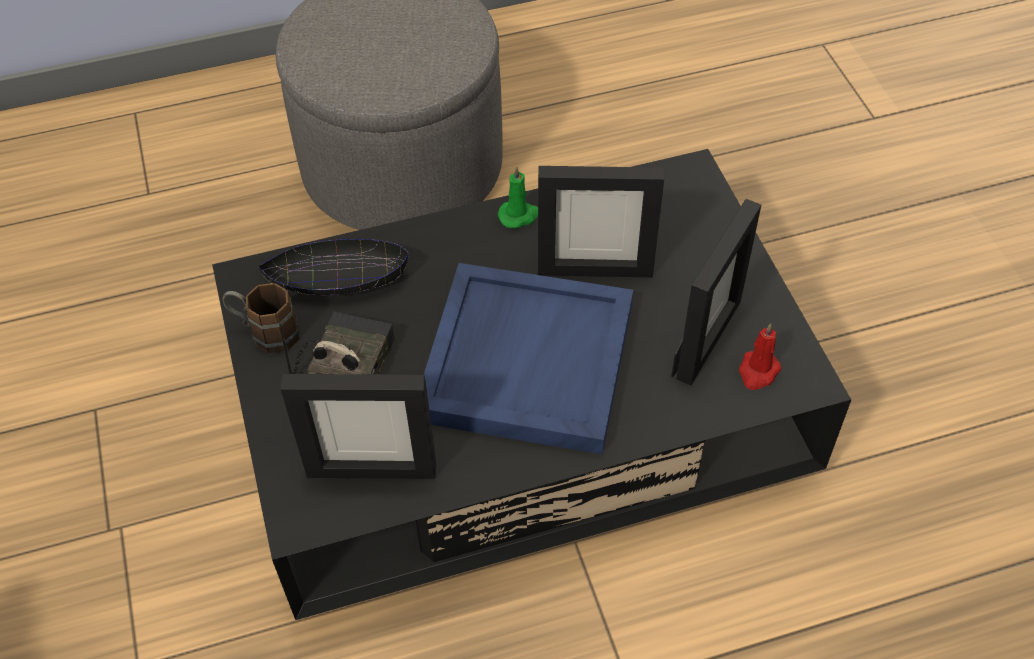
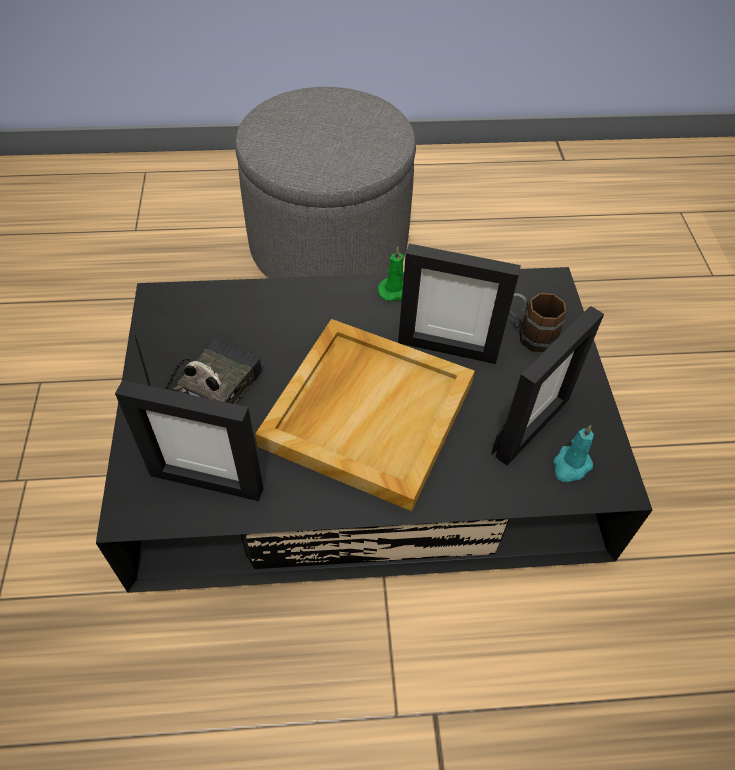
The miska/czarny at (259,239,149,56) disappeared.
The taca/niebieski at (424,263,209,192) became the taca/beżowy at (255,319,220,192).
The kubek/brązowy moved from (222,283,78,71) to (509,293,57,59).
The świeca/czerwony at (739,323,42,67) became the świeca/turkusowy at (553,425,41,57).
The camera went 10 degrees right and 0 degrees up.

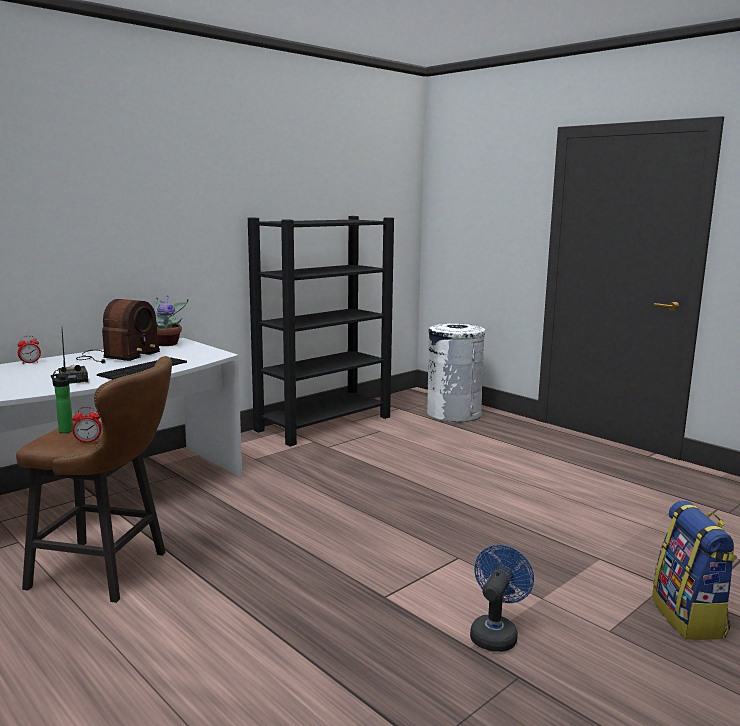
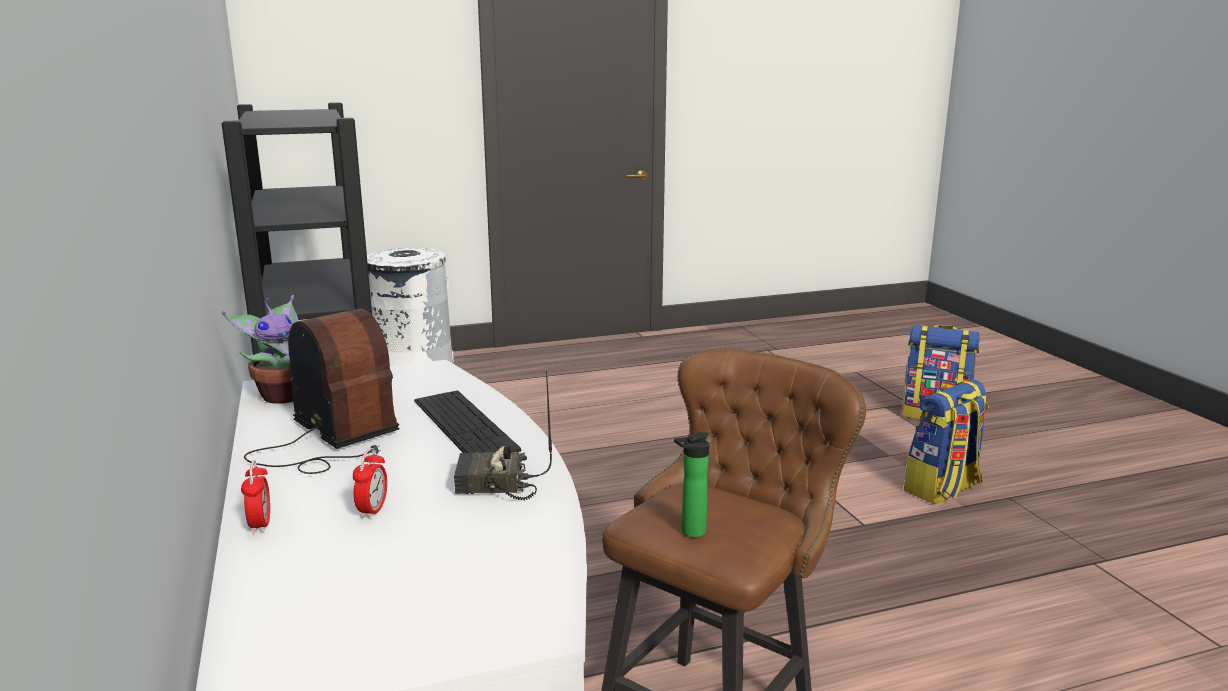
The budzik moved from (72,407,30,36) to (353,448,34,71).
The wentylator/niebieski at (470,545,64,107) was replaced by the plecak at (904,379,85,125).
The camera went 65 degrees left and 5 degrees up.

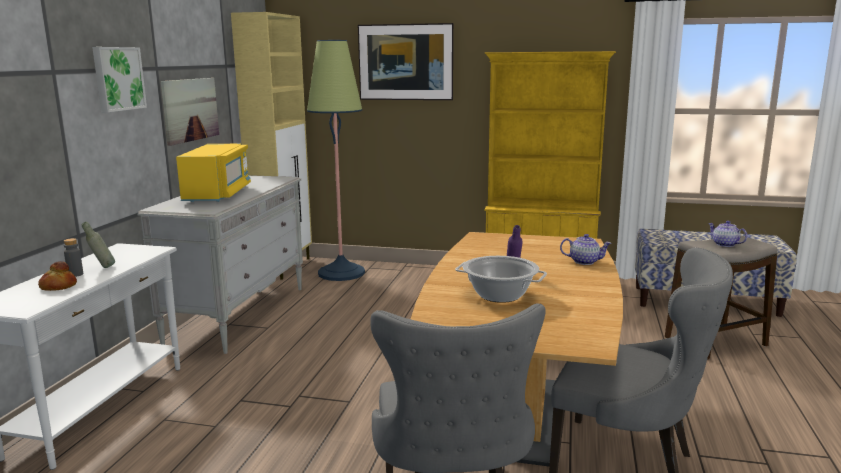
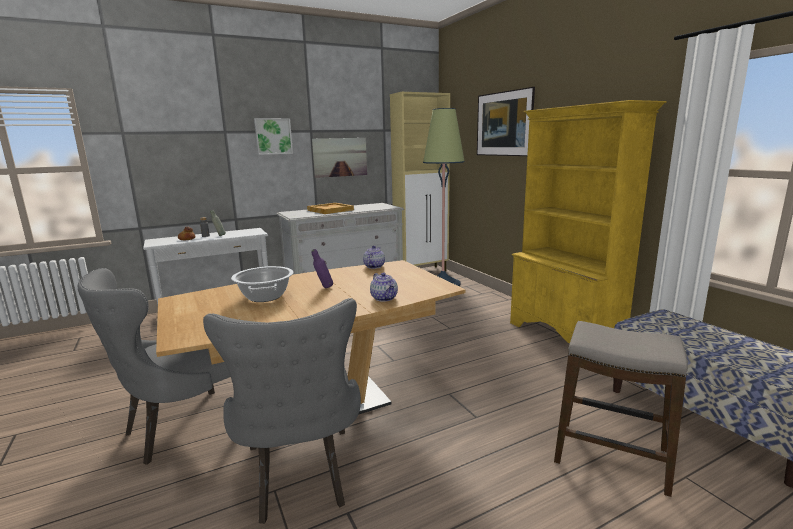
The mikrofalówka/żółty at (176,144,75,58) was replaced by the taca/beżowy at (307,203,47,11).
The imbryk moved from (708,221,40,26) to (363,246,22,23).
The camera went 50 degrees right and 0 degrees up.

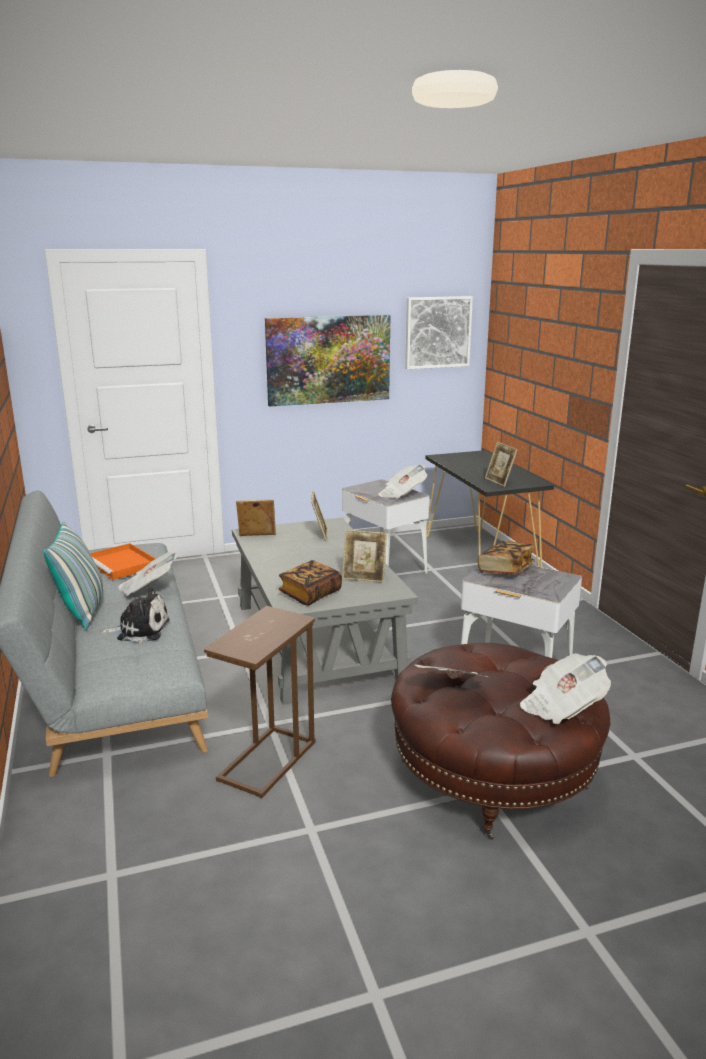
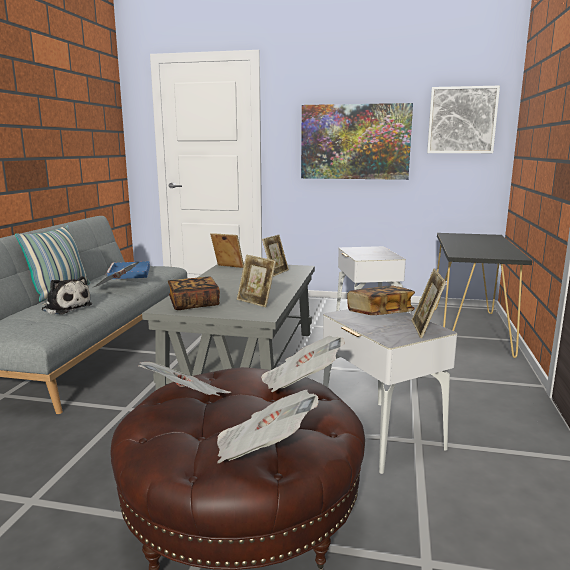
The ramka na zdjęcie moved from (485,442,33,45) to (412,269,34,69).
The gazeta moved from (378,464,49,35) to (261,336,84,56).
The taca/pomarańczowy at (90,543,66,37) became the taca/niebieski at (105,261,45,18).
The stolik/brązowy at (204,606,111,192) disappeared.
The camera went 30 degrees right and 5 degrees down.

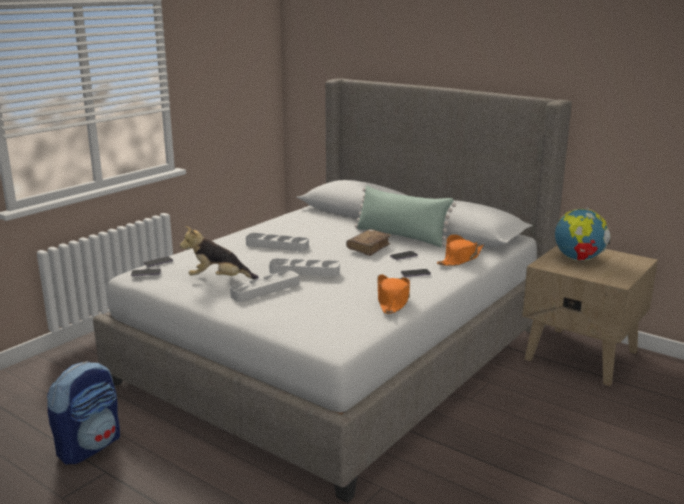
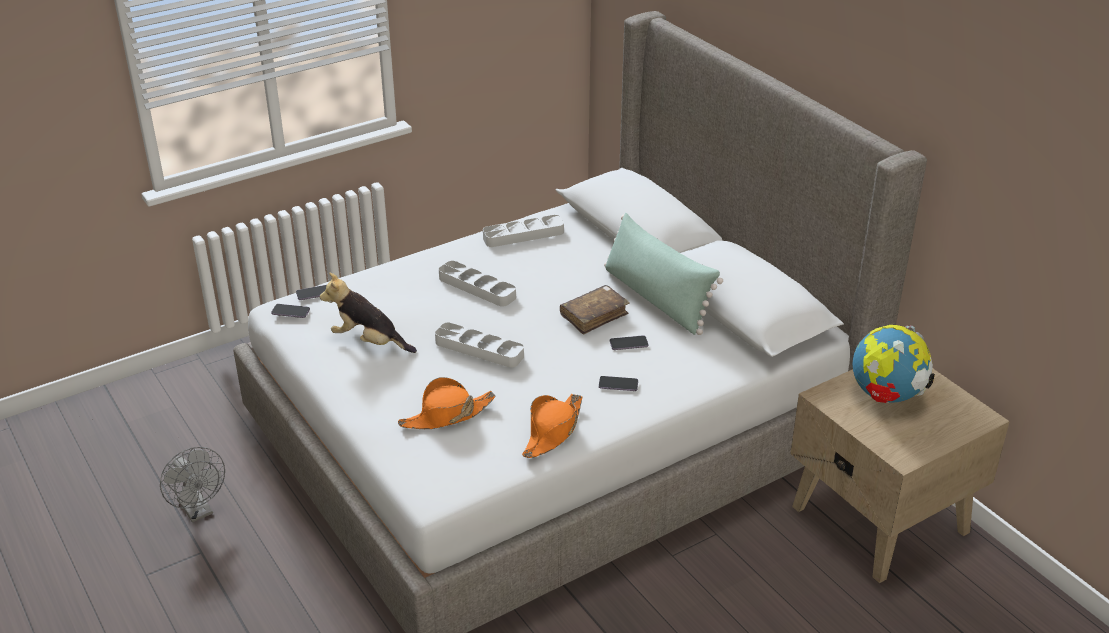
The kapelusz/pomarańczowy moved from (437,234,47,32) to (398,377,97,52).
The taca/szary moved from (230,270,69,32) to (483,215,81,32).
The plecak at (47,361,73,103) was replaced by the wentylator/szary at (160,447,65,75).
The camera went 20 degrees right and 15 degrees up.

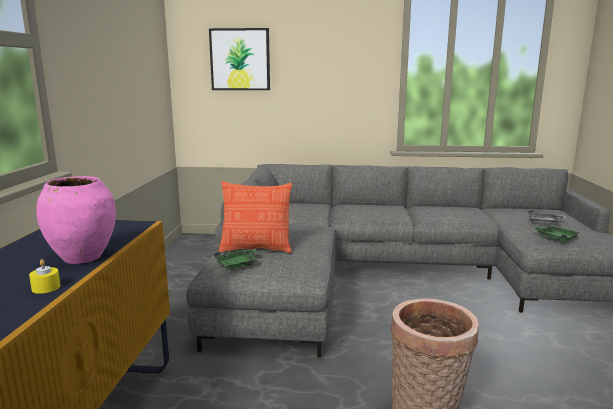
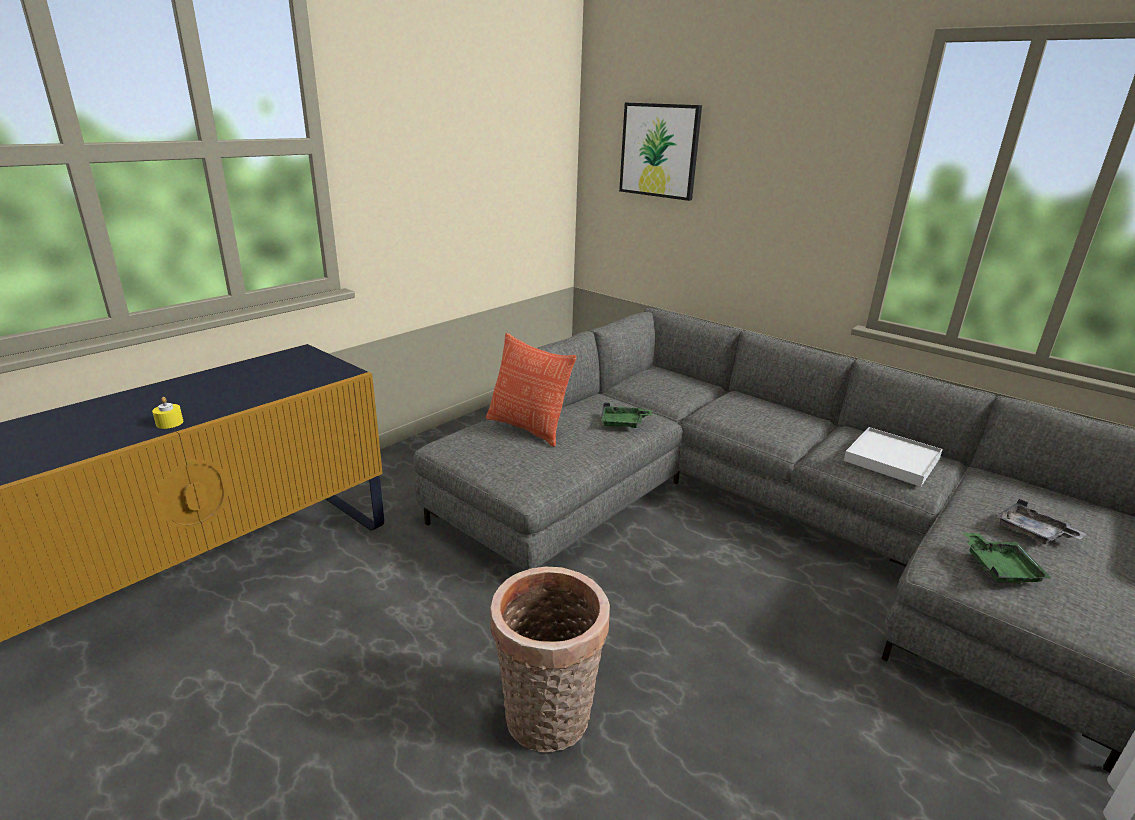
The wazon/różowy at (36,176,80,88) disappeared.
The taca/zielony moved from (214,249,44,21) to (601,403,51,25).
The taca/biały at (844,427,99,60) appeared.
The camera went 35 degrees right and 10 degrees up.

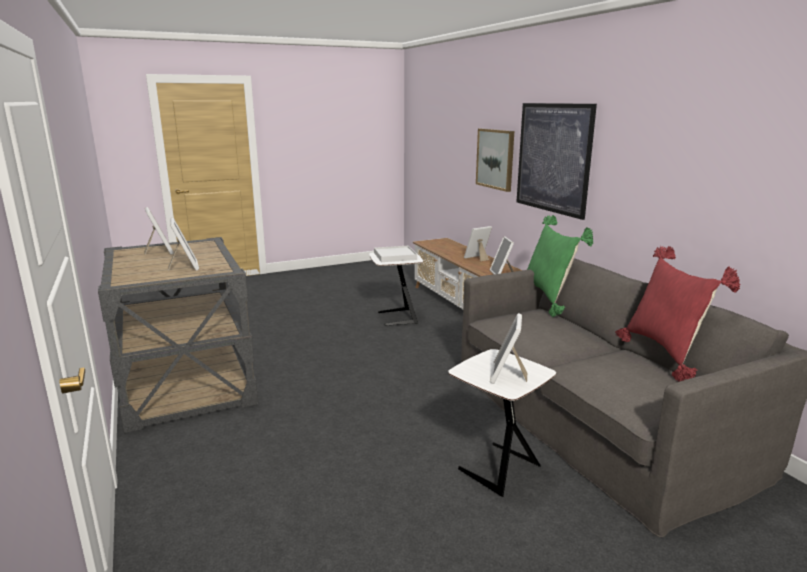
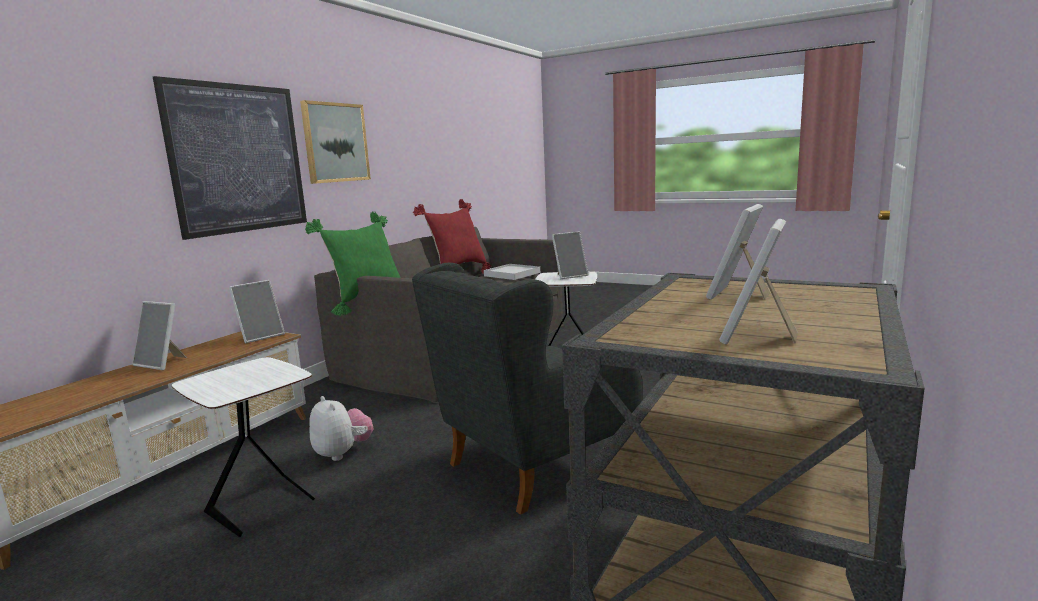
The obraz moved from (476,128,38,64) to (300,100,71,84).
The taca/biały moved from (374,246,43,16) to (484,264,56,16).
The fotel/szary at (412,263,231,252) appeared.
The pluszak at (309,396,65,65) appeared.
The camera went 125 degrees left and 5 degrees down.

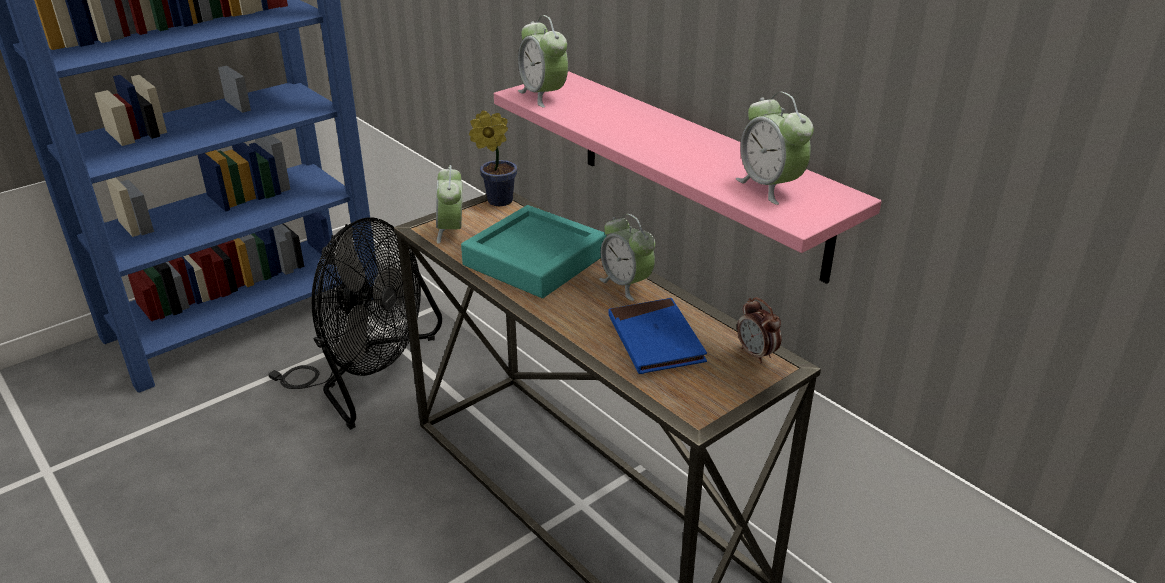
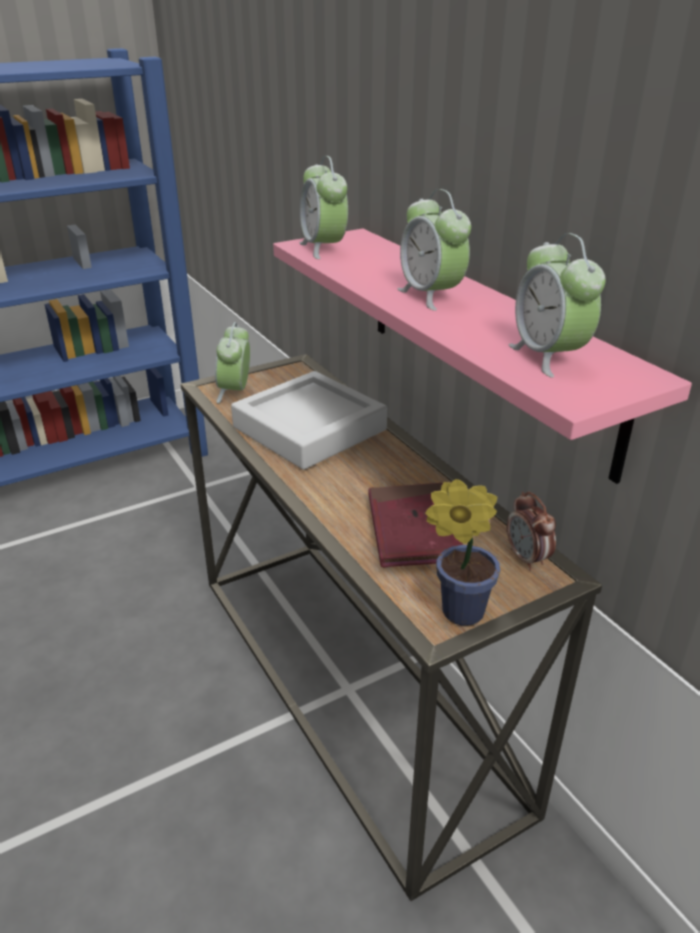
The roślina doniczkowa moved from (469,110,48,96) to (425,479,75,147).
The taca/turkusowy at (461,205,145,93) became the taca/szary at (231,371,156,99).
The budzik moved from (599,214,56,87) to (397,189,74,122).
The wentylator/czarny at (268,217,174,213) disappeared.
The książka/niebieski at (609,298,98,76) became the książka/czerwony at (368,483,95,85).
The camera went 10 degrees right and 0 degrees up.

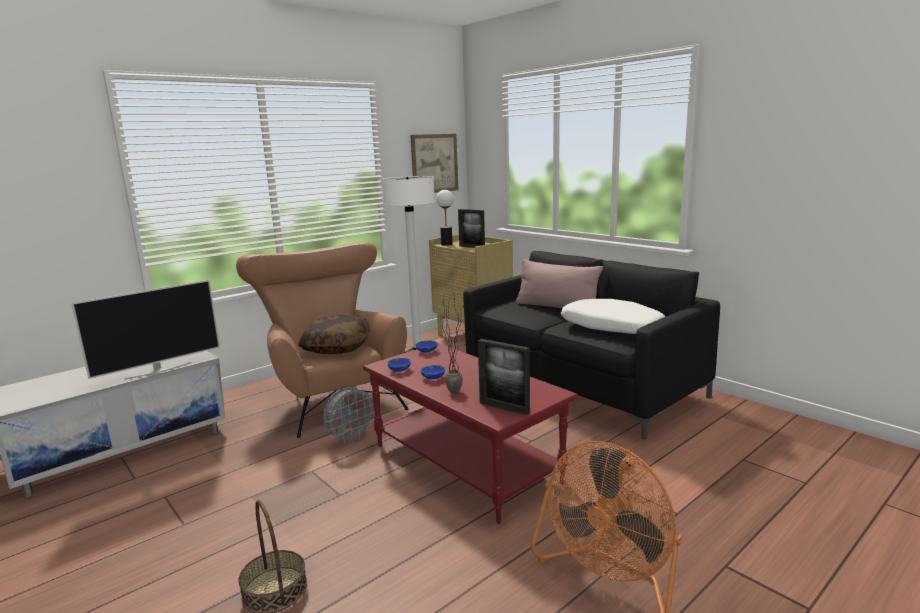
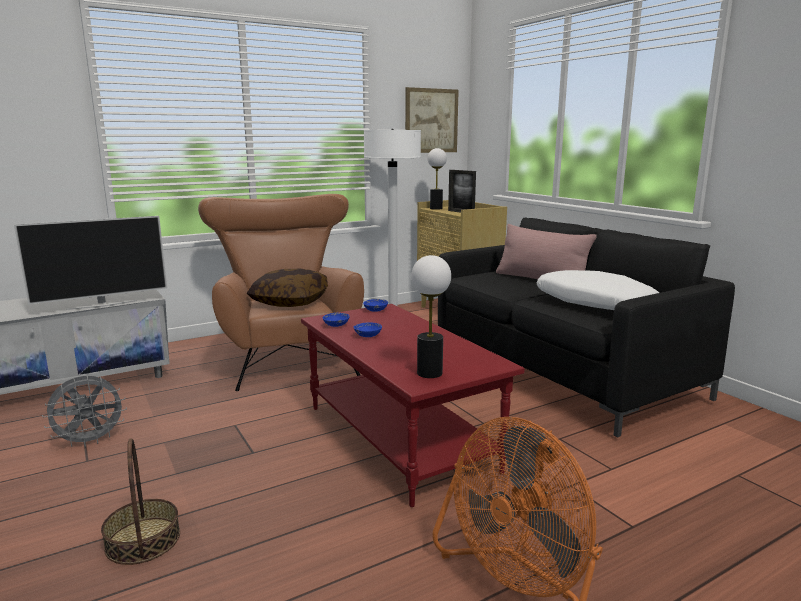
The roślina doniczkowa at (442,289,23,105) disappeared.
The ramka na zdjęcie at (478,339,52,76) was replaced by the lampa stołowa at (411,255,40,123).
The wentylator/szary moved from (323,387,51,57) to (42,376,85,71).
The camera went 10 degrees right and 0 degrees up.

